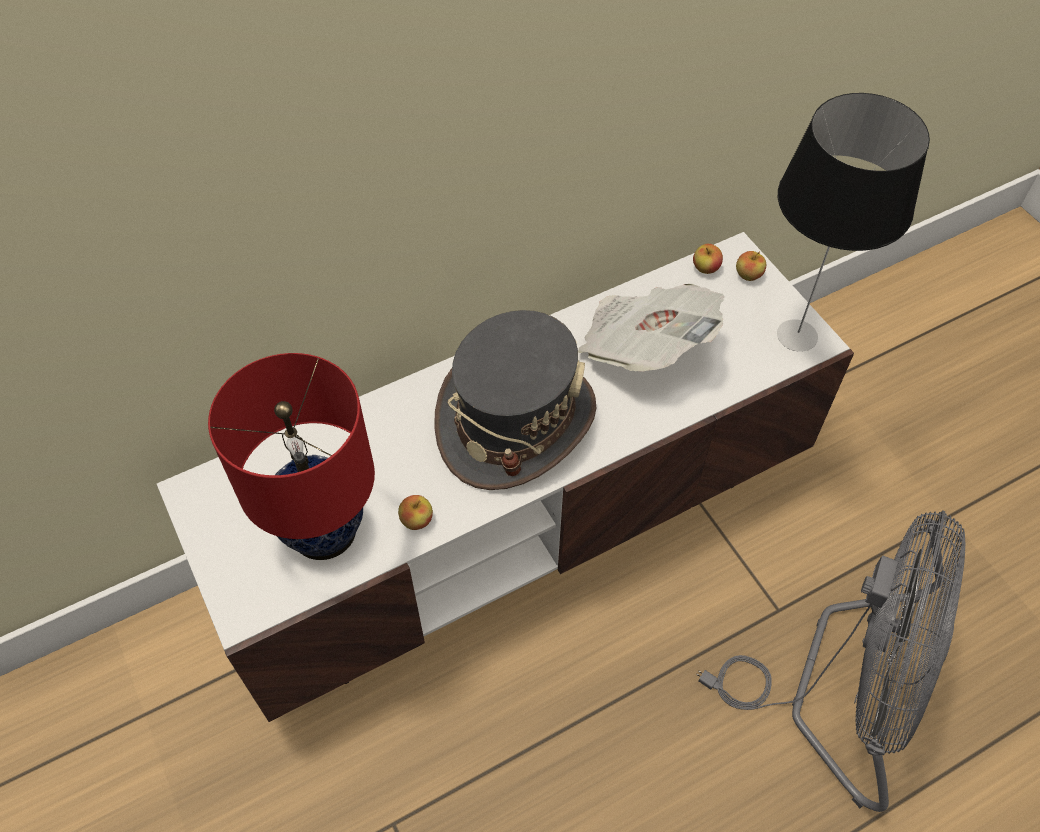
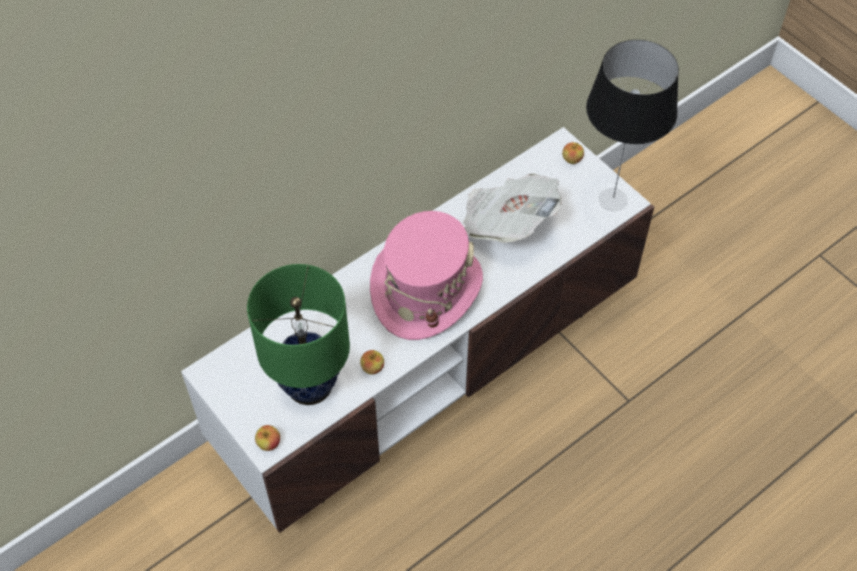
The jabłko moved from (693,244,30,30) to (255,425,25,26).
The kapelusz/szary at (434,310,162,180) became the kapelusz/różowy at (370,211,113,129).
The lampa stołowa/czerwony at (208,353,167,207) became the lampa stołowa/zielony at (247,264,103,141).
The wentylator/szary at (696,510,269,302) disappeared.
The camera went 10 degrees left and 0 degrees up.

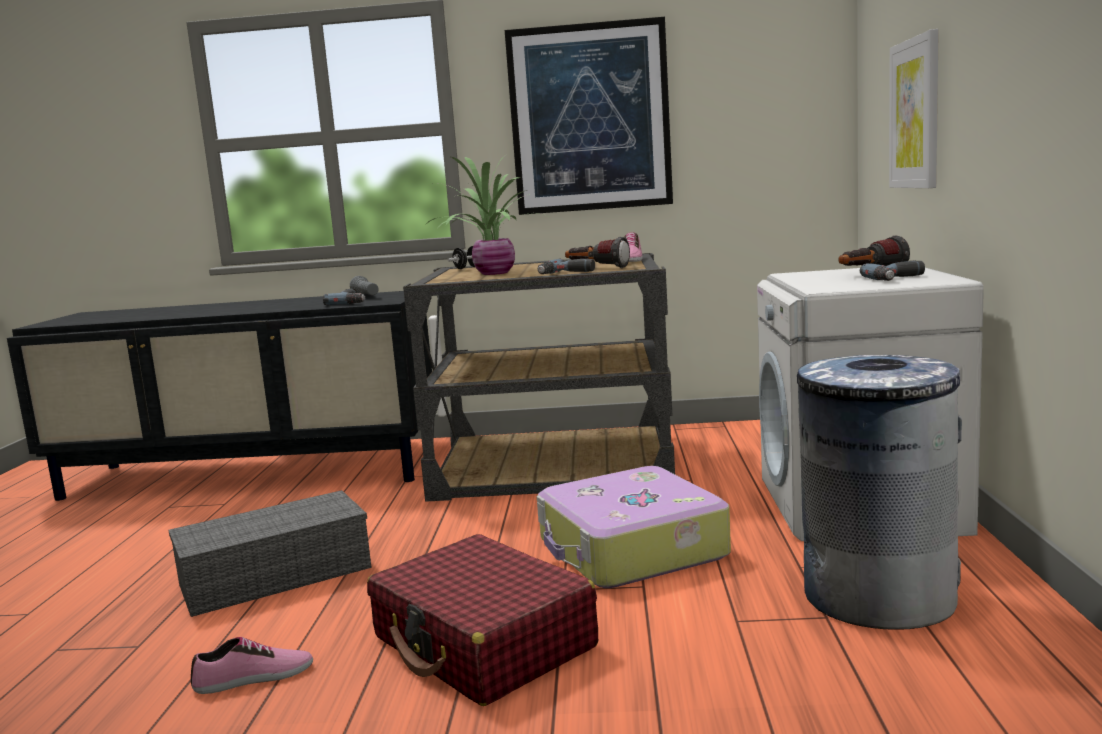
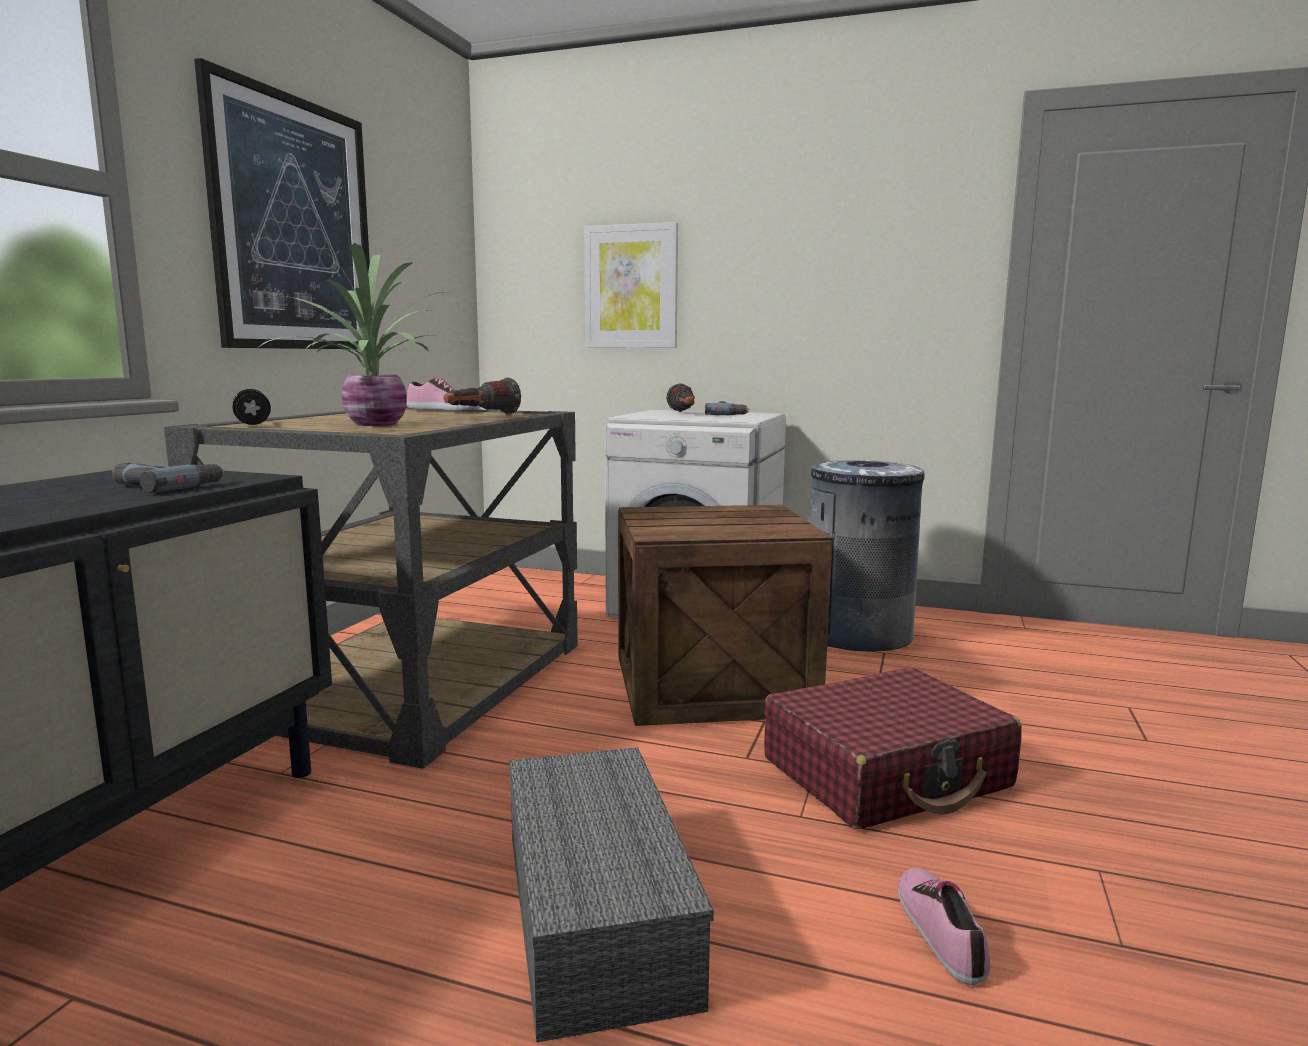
The wiertarka at (538,258,57,16) disappeared.
The latarka/szary at (350,276,29,19) disappeared.
The walizka at (537,466,194,122) was replaced by the skrzynka at (618,505,215,221).
The camera went 75 degrees left and 0 degrees up.

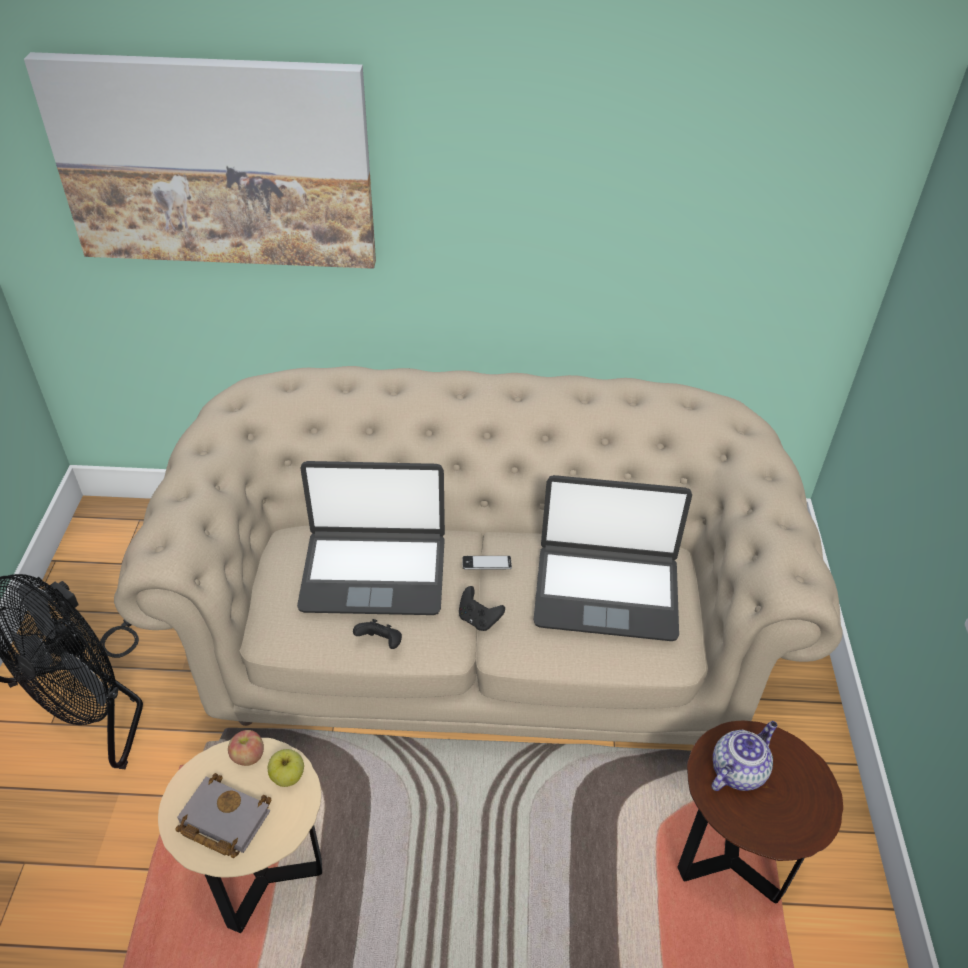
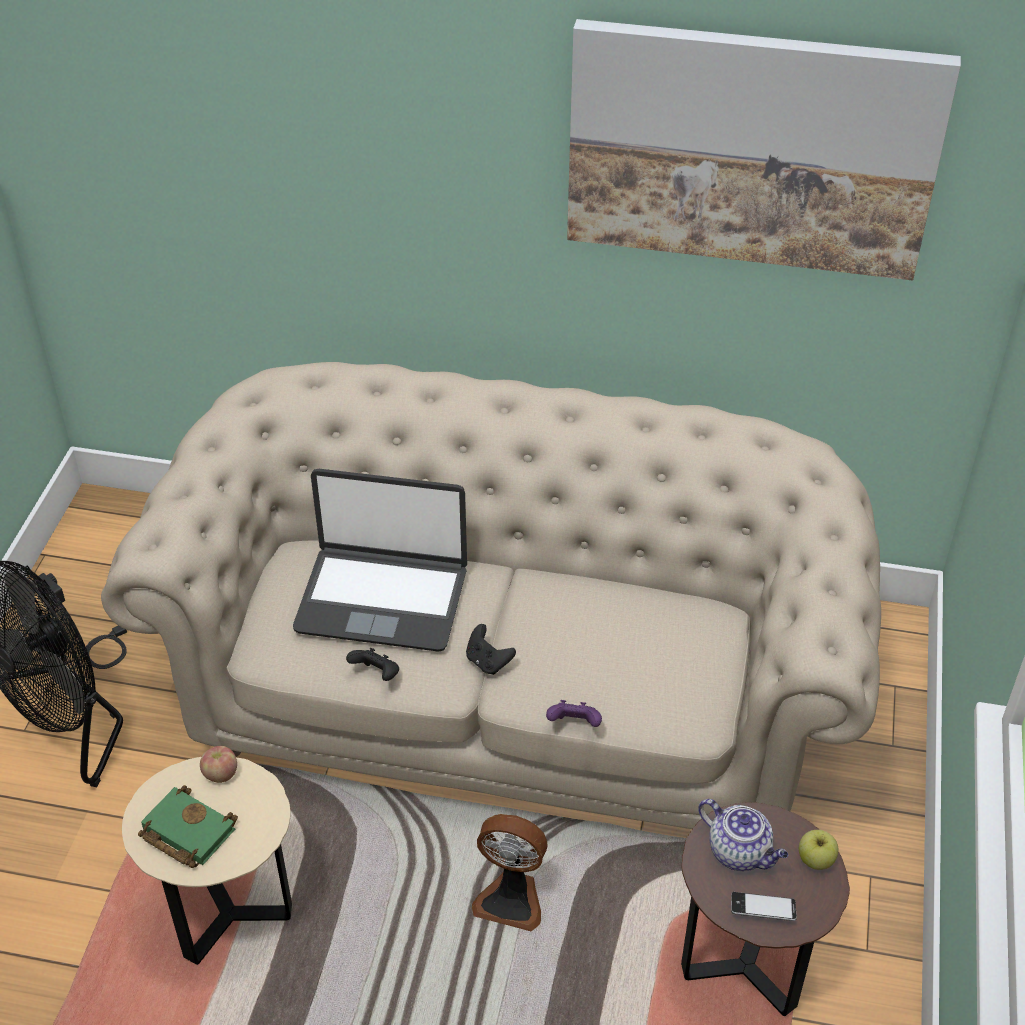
The obraz moved from (24,52,352,217) to (567,19,394,261).
The laptop at (533,475,159,166) disappeared.
The telefon moved from (462,556,50,14) to (731,892,66,29).
The imbryk at (711,721,66,70) turned 75 degrees clockwise.
The jabłko moved from (268,749,36,38) to (799,830,40,40).
The książka/szary at (176,773,95,85) became the książka/zielony at (138,785,100,83).
The pad do gier/fioletowy at (546,700,56,27) appeared.
The wentylator at (472,814,76,117) appeared.
The camera went 10 degrees right and 0 degrees up.

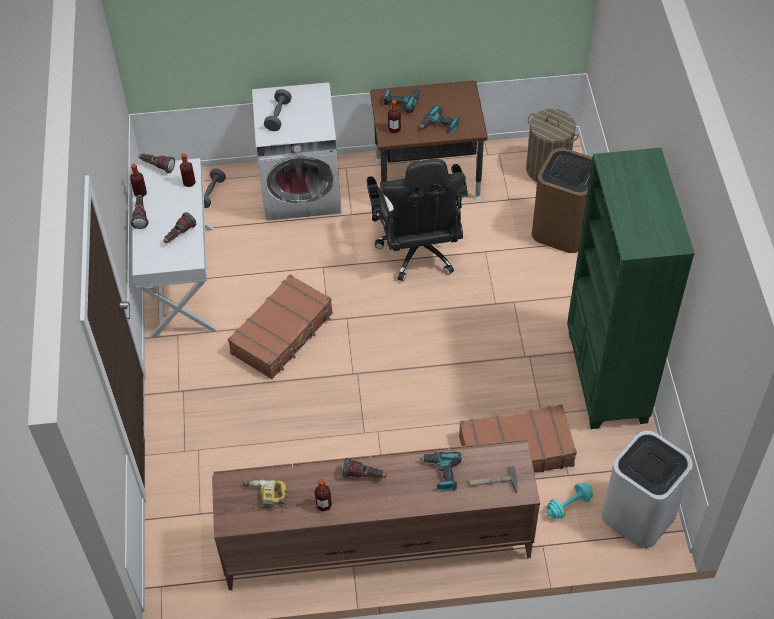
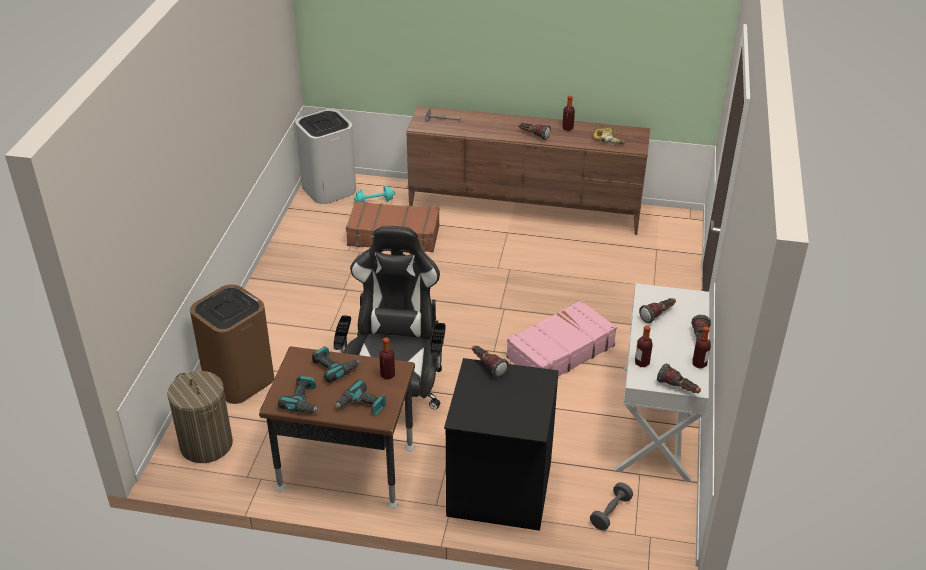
The pralka/biały at (252,82,89,139) became the pralka/czarny at (444,358,114,173).
The hantel/szary at (264,89,28,42) disappeared.
The regał/zielony at (567,148,128,281) disappeared.
The walizka/brązowy at (228,274,105,105) became the walizka/różowy at (506,300,111,77).
The wiertarka moved from (420,452,41,39) to (278,375,41,38).
The latarka at (472,345,37,33) appeared.
The camera went 165 degrees left and 15 degrees down.

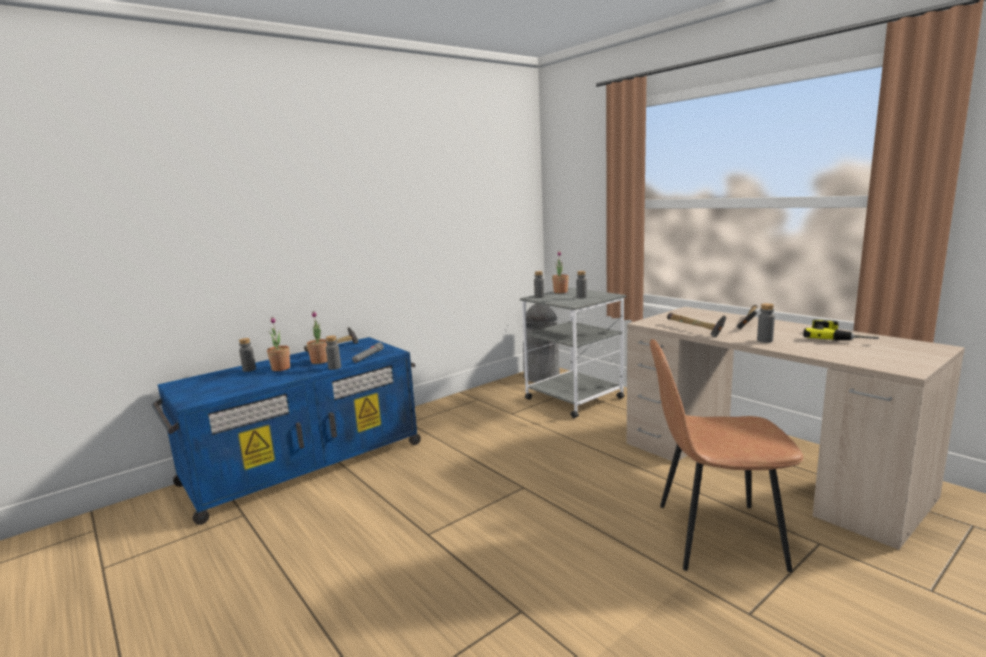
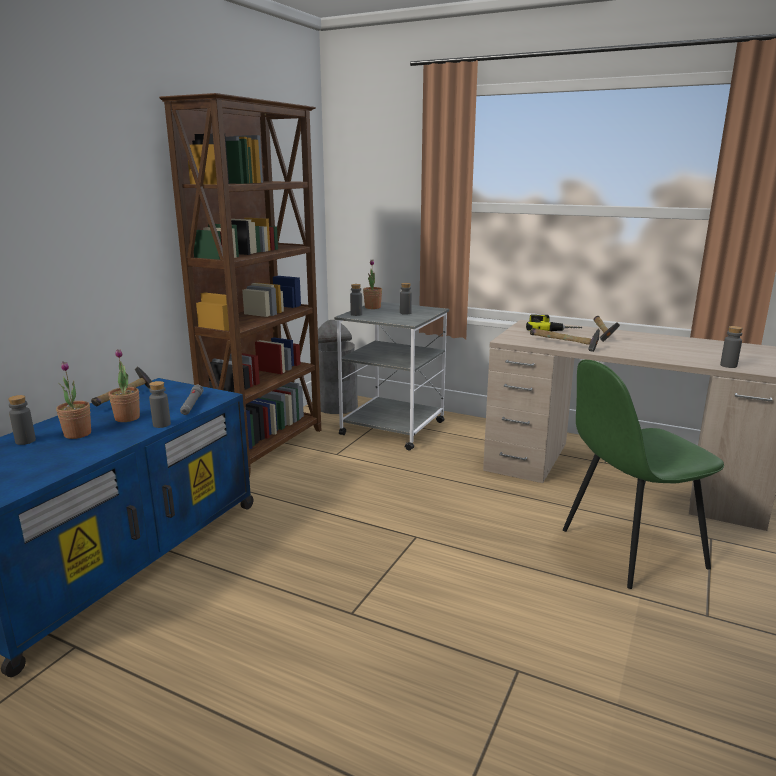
The butelka/szary moved from (757,303,18,40) to (720,326,23,42).
The wiertarka moved from (803,320,76,21) to (526,314,56,17).
The krzesło/brązowy at (650,339,153,233) became the krzesło/zielony at (563,360,161,229).
The regał/brązowy at (159,93,162,384) appeared.
The camera went 25 degrees left and 5 degrees up.

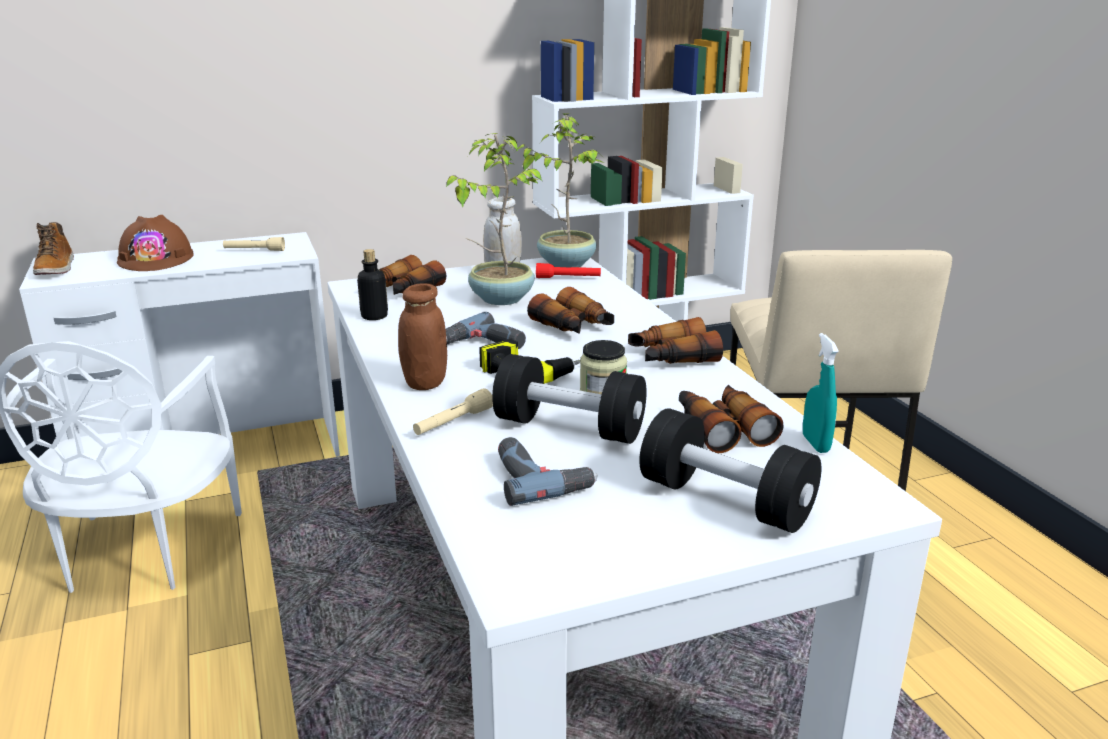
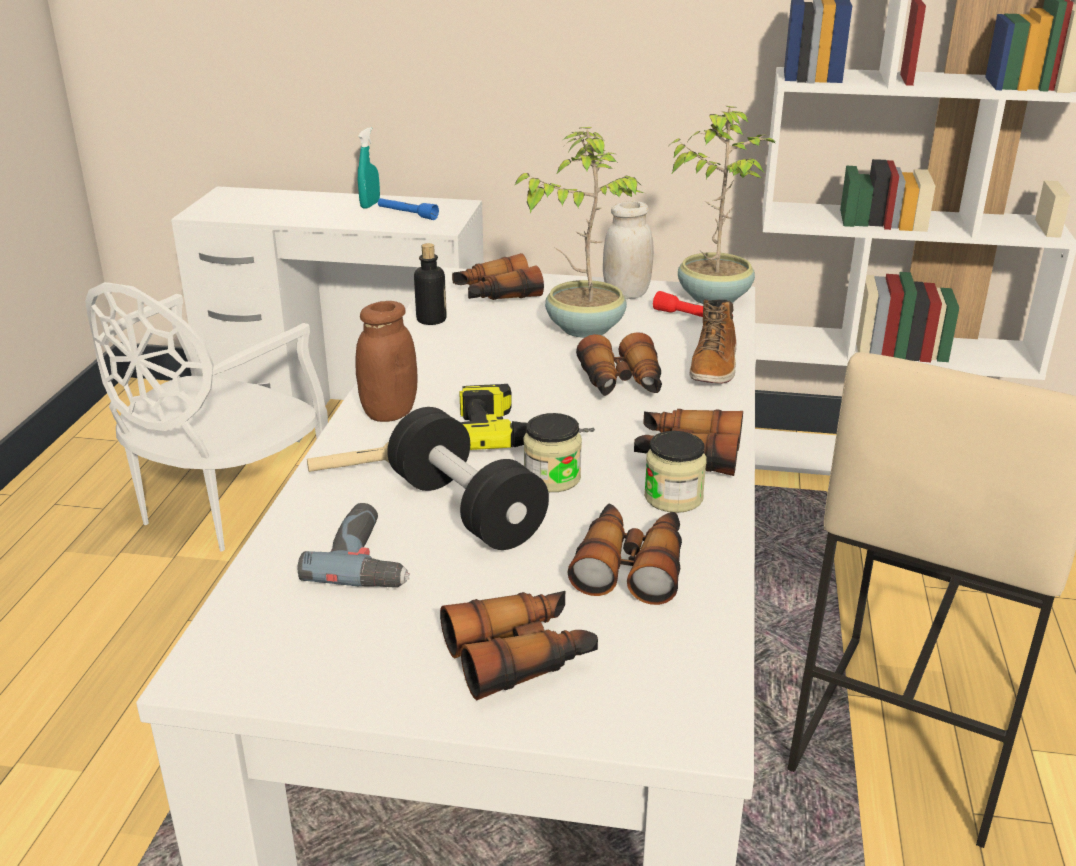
The kask/brązowy at (117,215,77,56) disappeared.
The but z cholewką moved from (33,222,41,53) to (689,299,48,85).
The latarka/beżowy at (223,237,62,14) became the latarka/niebieski at (378,198,61,22).
The wiertarka at (445,312,81,37) disappeared.
The spryskiwacz/turkusowy moved from (803,333,36,120) to (358,127,22,82).
The hantel/czarny at (639,408,182,125) was replaced by the lornetka at (440,591,158,109).
The słoik at (644,431,63,82) appeared.
The camera went 30 degrees right and 5 degrees up.

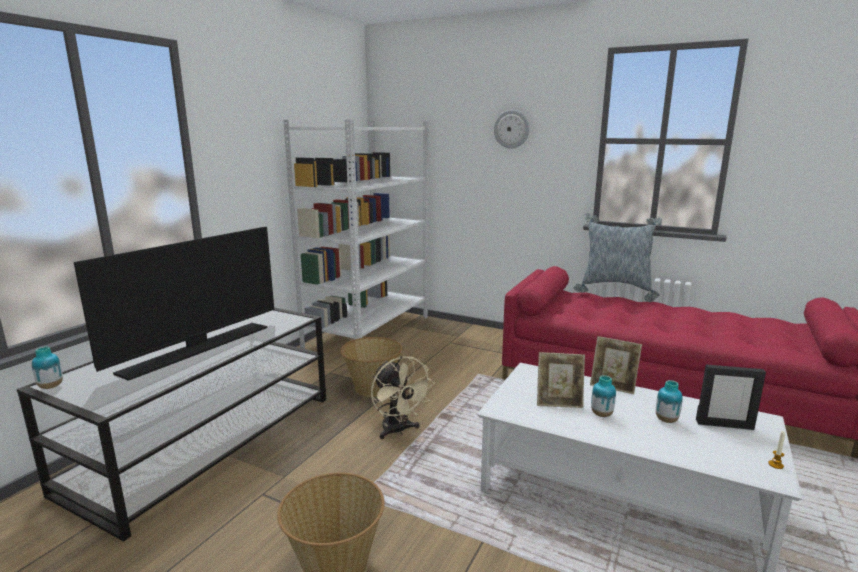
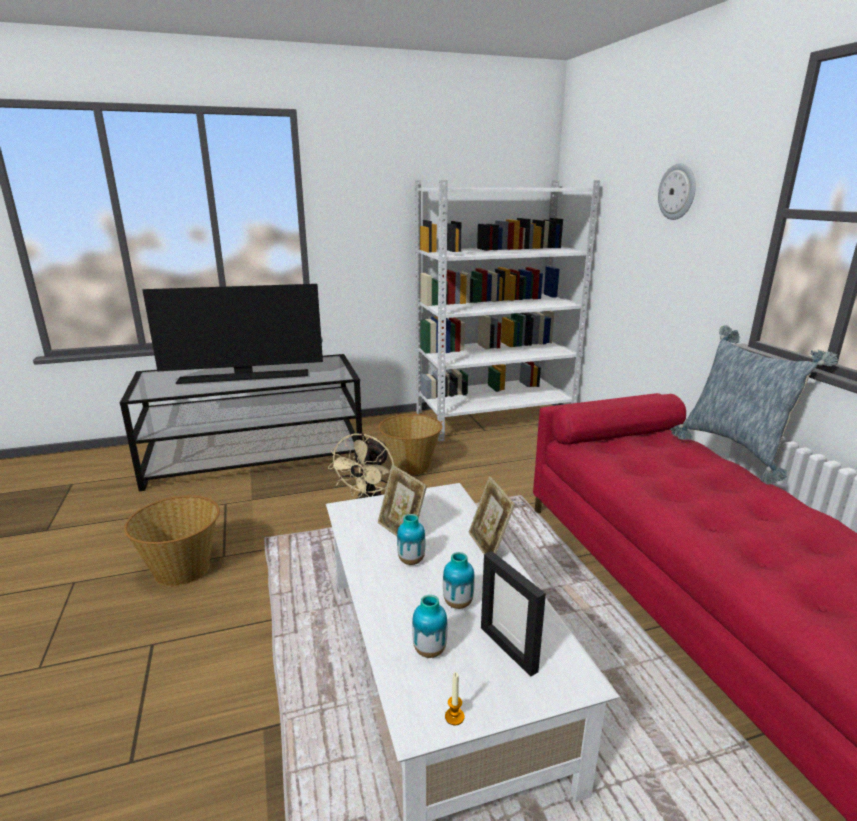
The wazon moved from (32,347,31,42) to (412,595,36,63).
The camera went 45 degrees right and 5 degrees up.

